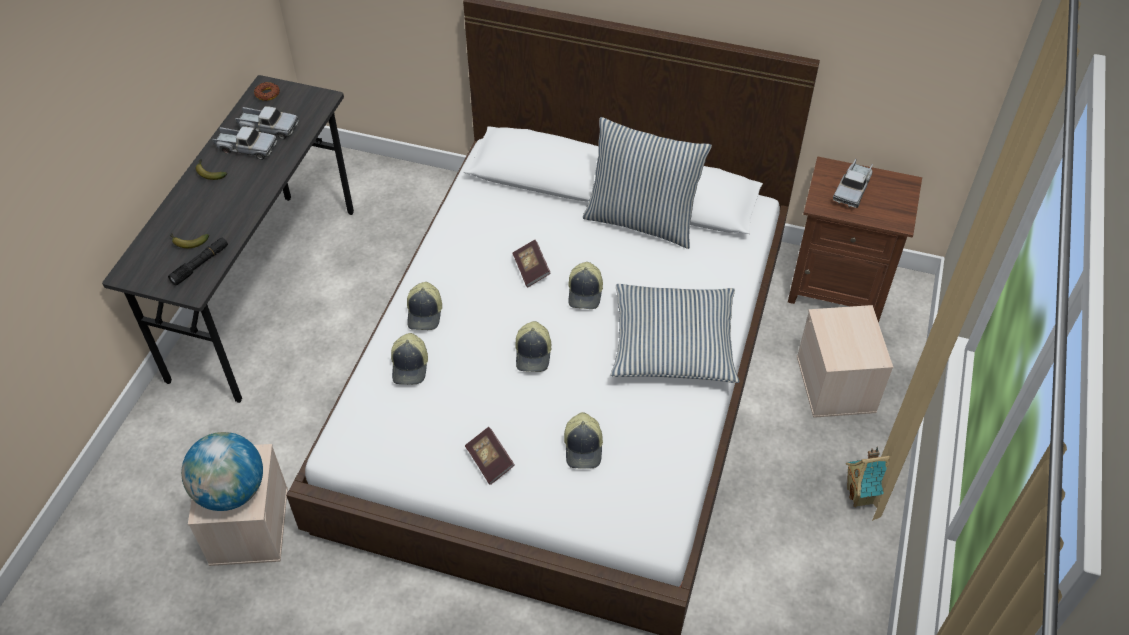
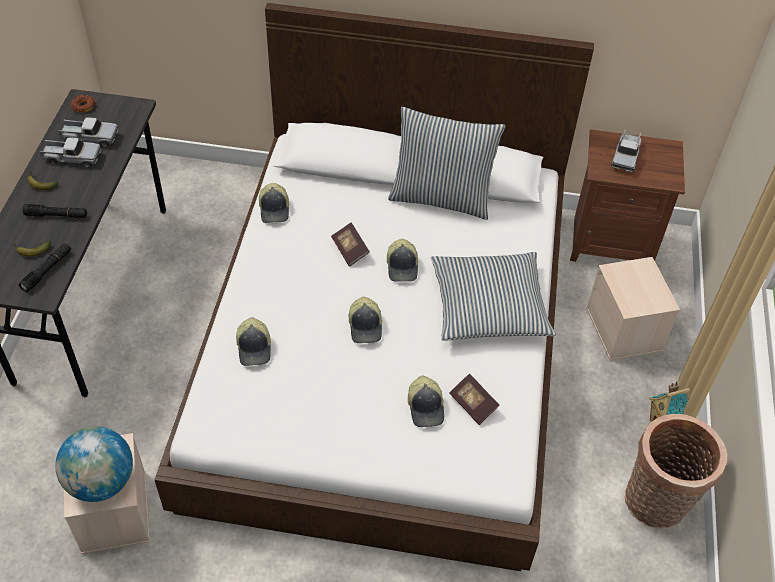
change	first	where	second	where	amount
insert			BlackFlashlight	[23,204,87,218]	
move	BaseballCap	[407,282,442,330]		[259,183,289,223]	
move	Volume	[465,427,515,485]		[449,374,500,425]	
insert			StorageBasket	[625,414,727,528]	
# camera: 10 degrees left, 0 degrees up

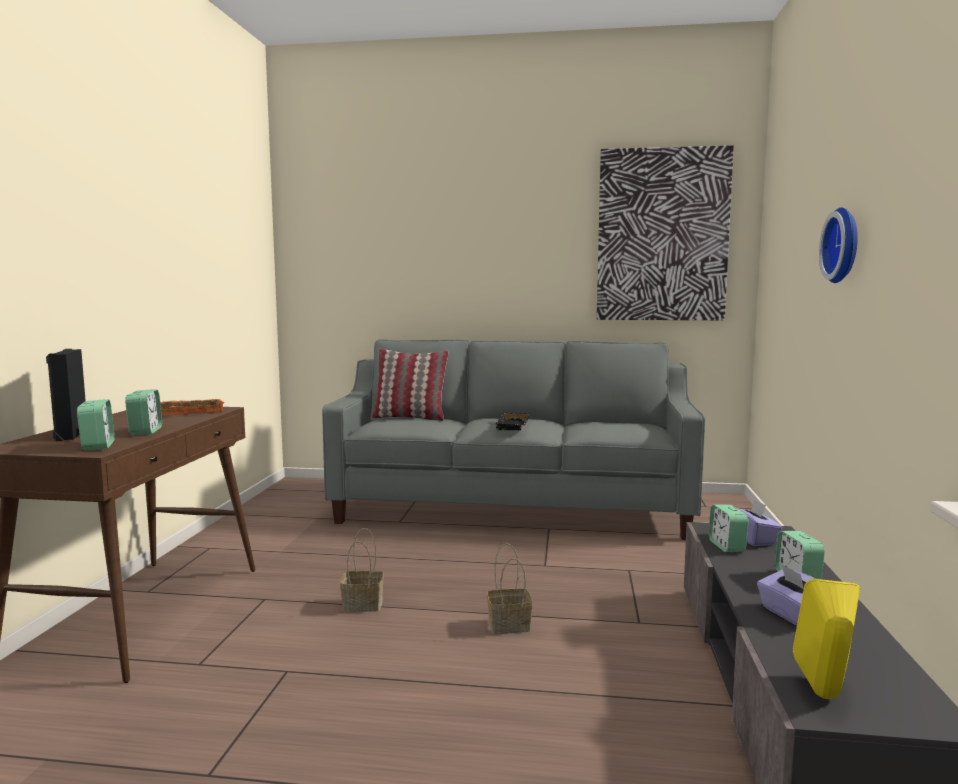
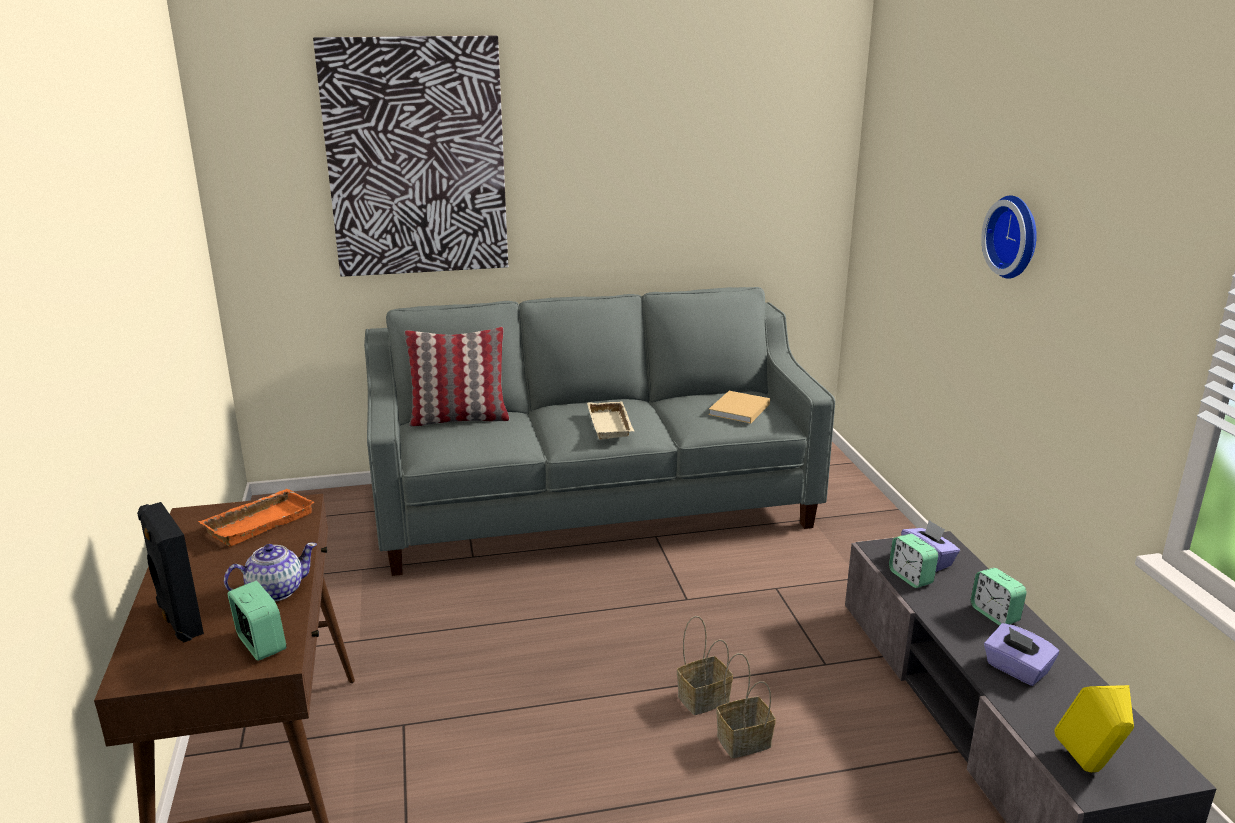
change	first	where	second	where	amount
replace	TableClock	[125,389,162,435]	PotForTea	[224,542,317,602]	
move	Picture	[596,145,734,320]		[313,35,508,277]	
recolor	BlackTray	[495,412,531,430]	BeigeColouredTray	[587,402,634,440]	
insert			BeigeColouredVolume	[708,391,770,424]	
move	StorageBasket	[340,528,384,612]		[716,653,776,758]	
# camera: 20 degrees left, 15 degrees up

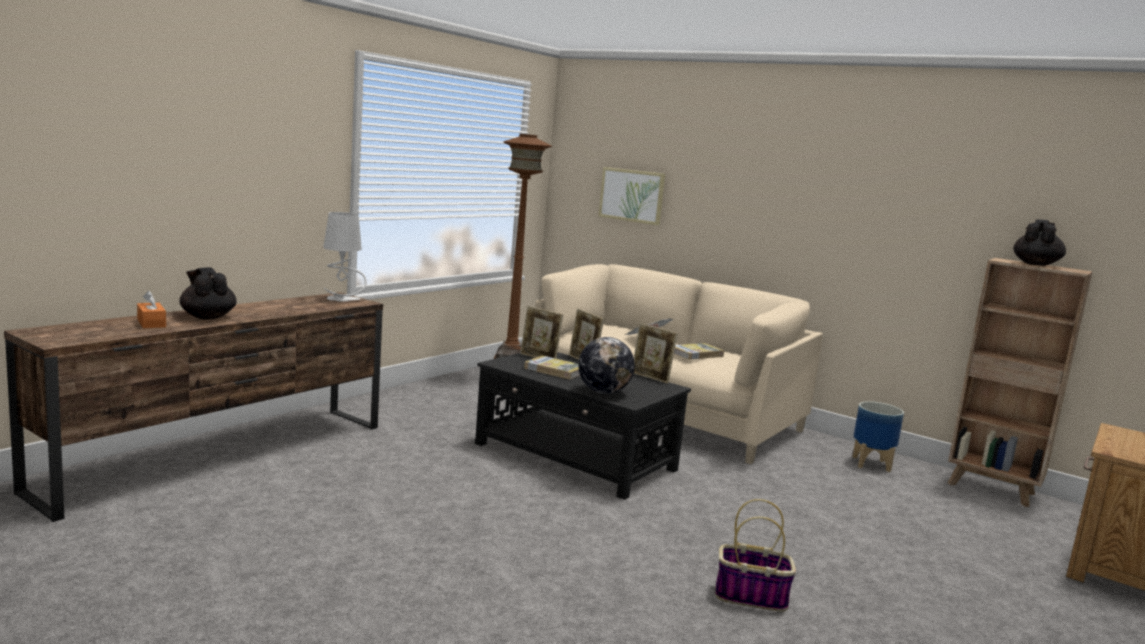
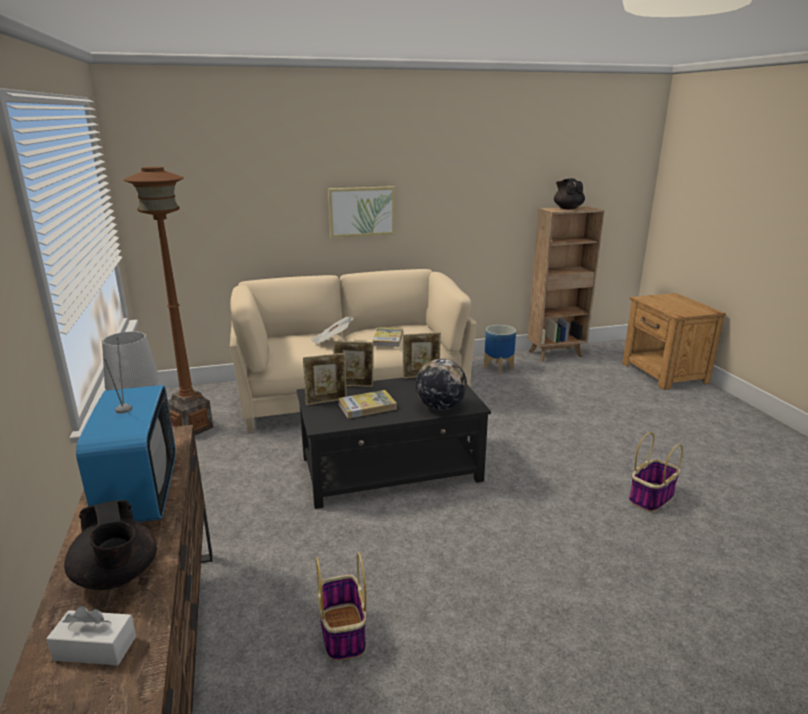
change	first	where	second	where	amount
recolor	OrangeyTissueBox	[137,291,166,328]	WhitishTissueBox	[46,606,136,665]	
rotate	BlackPotForTea	[179,267,237,319]		[64,500,157,590]	120 degrees counterclockwise
insert			Television	[76,338,176,522]	
insert			StorageBasket	[316,552,367,661]	
move	Picture	[599,167,665,225]		[328,186,395,238]	
# camera: 50 degrees left, 10 degrees up

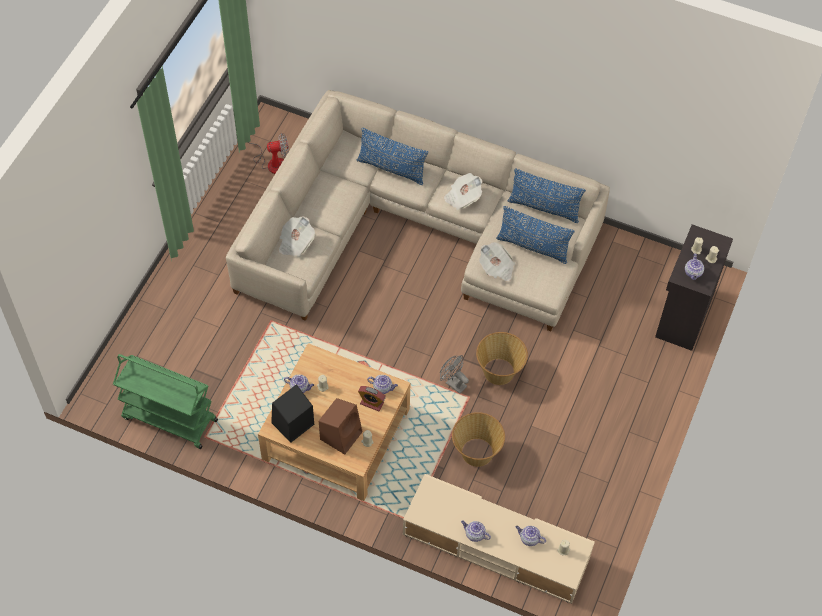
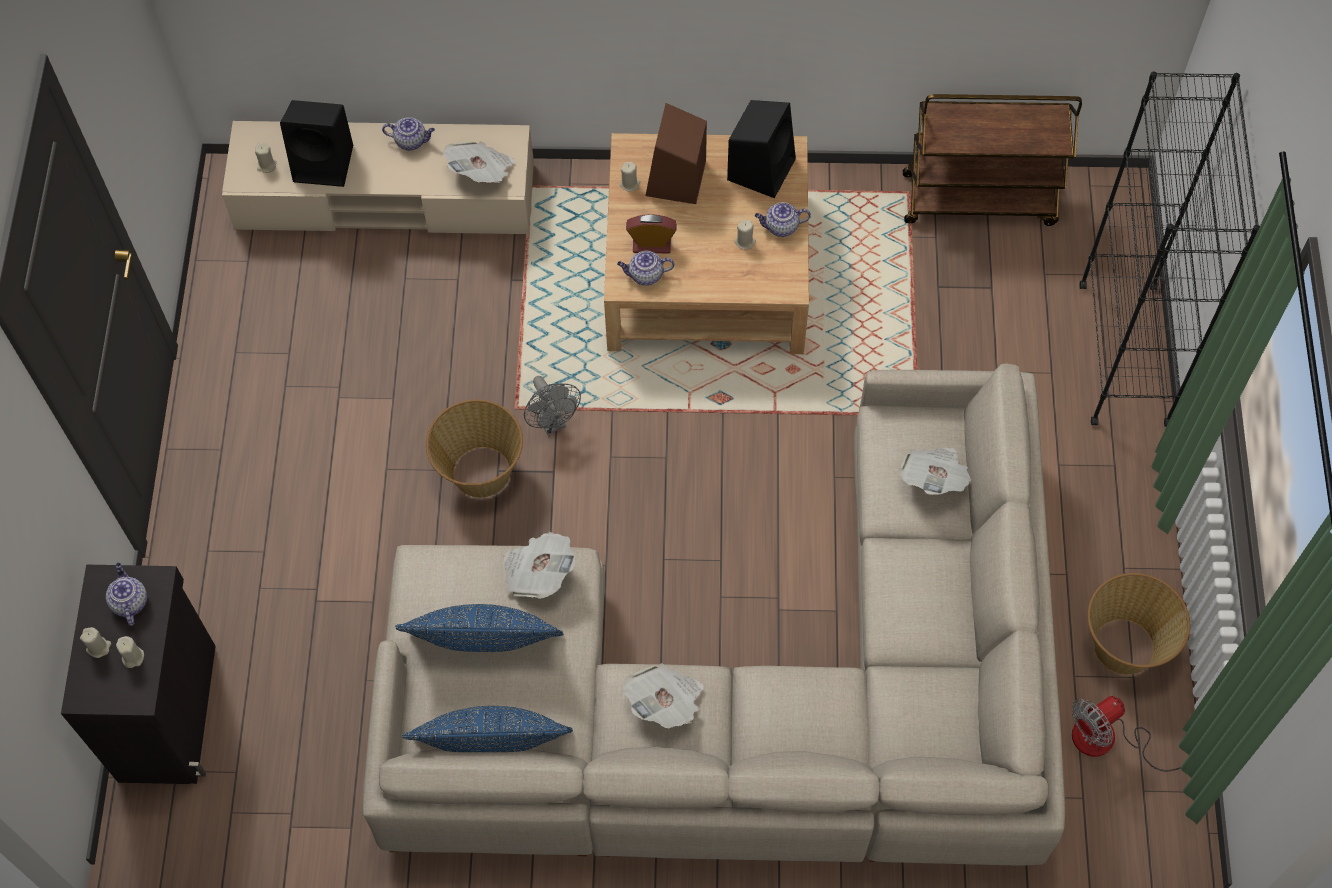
change	first	where	second	where	amount
replace	PotForTea	[516,526,546,546]	BlackLoudspeaker	[280,100,353,187]	
insert			Newspaper	[443,141,515,183]	
rotate	GreyishElectricFan	[440,355,469,394]		[524,376,581,435]	45 degrees clockwise
recolor	GreenTrolley	[113,354,218,449]	BrownColouredTrolley	[903,94,1082,226]	
insert			BlackBookshelf	[1079,72,1260,427]	
move	StorageBasket	[452,412,505,467]		[1088,573,1190,675]	
delete	BluishCushion	[357,128,429,185]			
# camera: 160 degrees right, 5 degrees up

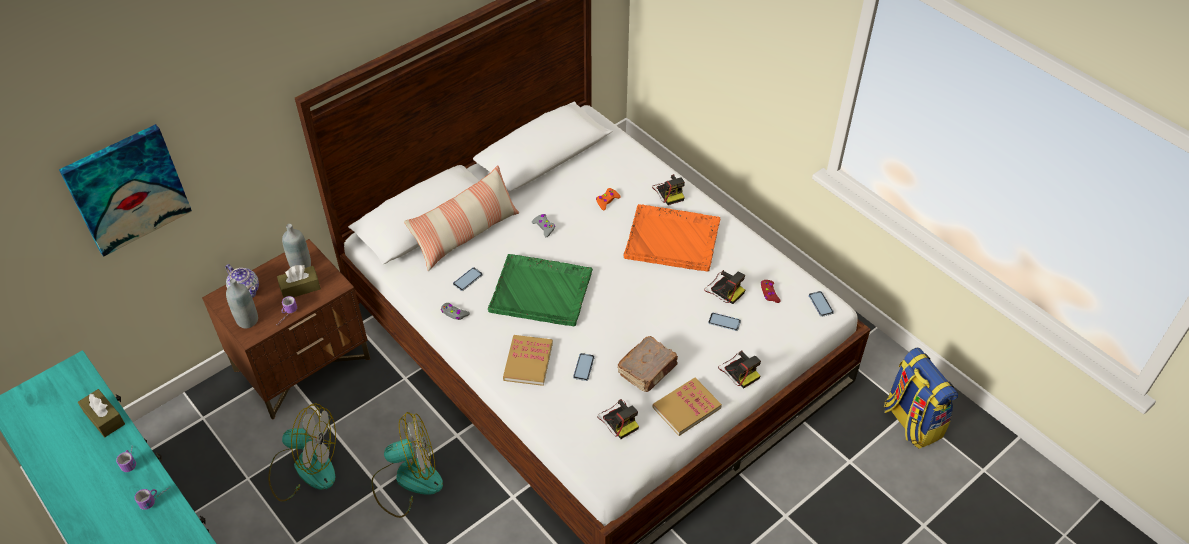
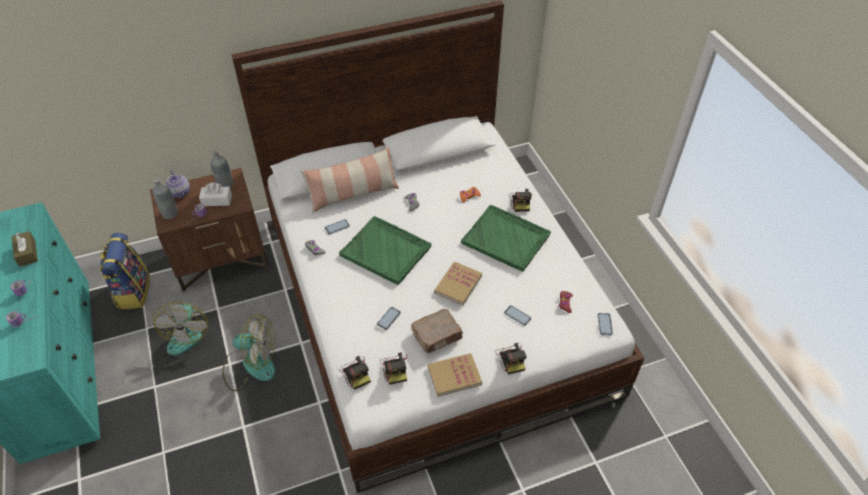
change	first	where	second	where	amount
move	Backpack	[884,348,958,449]		[100,233,150,309]	
rotate	ElectricFan	[268,403,336,502]		[153,301,209,355]	60 degrees clockwise
recolor	BrownColouredTissueBox	[277,265,321,298]	WhitishTissueBox	[199,183,232,206]	
move	PhotoCamera	[704,270,745,304]		[339,356,371,390]	
move	Volume	[503,335,553,386]		[434,262,482,306]	
recolor	OrangeyTray	[624,204,720,272]	GreenTray	[461,205,551,272]	
delete	Picture	[59,124,192,257]			
# camera: 20 degrees right, 0 degrees up

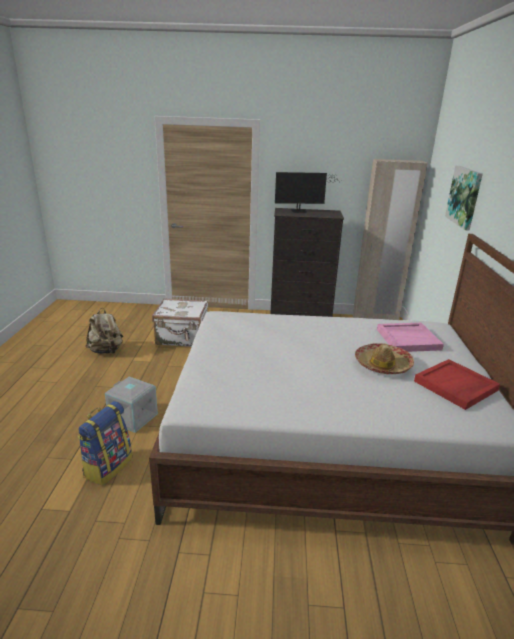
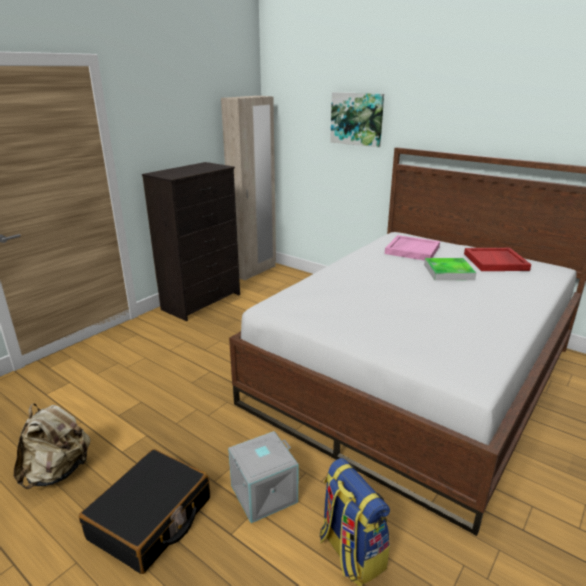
change	first	where	second	where	amount
insert			BlackSuitcase	[79,449,210,574]	
replace	WearableHat	[355,343,414,374]	Tray	[424,258,476,280]	
delete	WhitishSuitcase	[152,298,208,347]			
delete	ComputerDisplay	[275,172,341,212]			
# camera: 55 degrees left, 0 degrees up

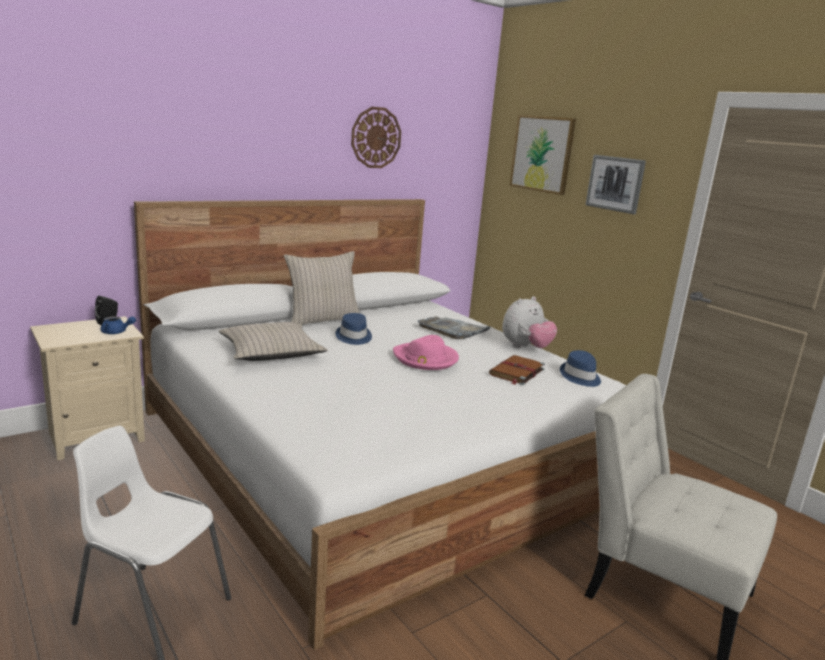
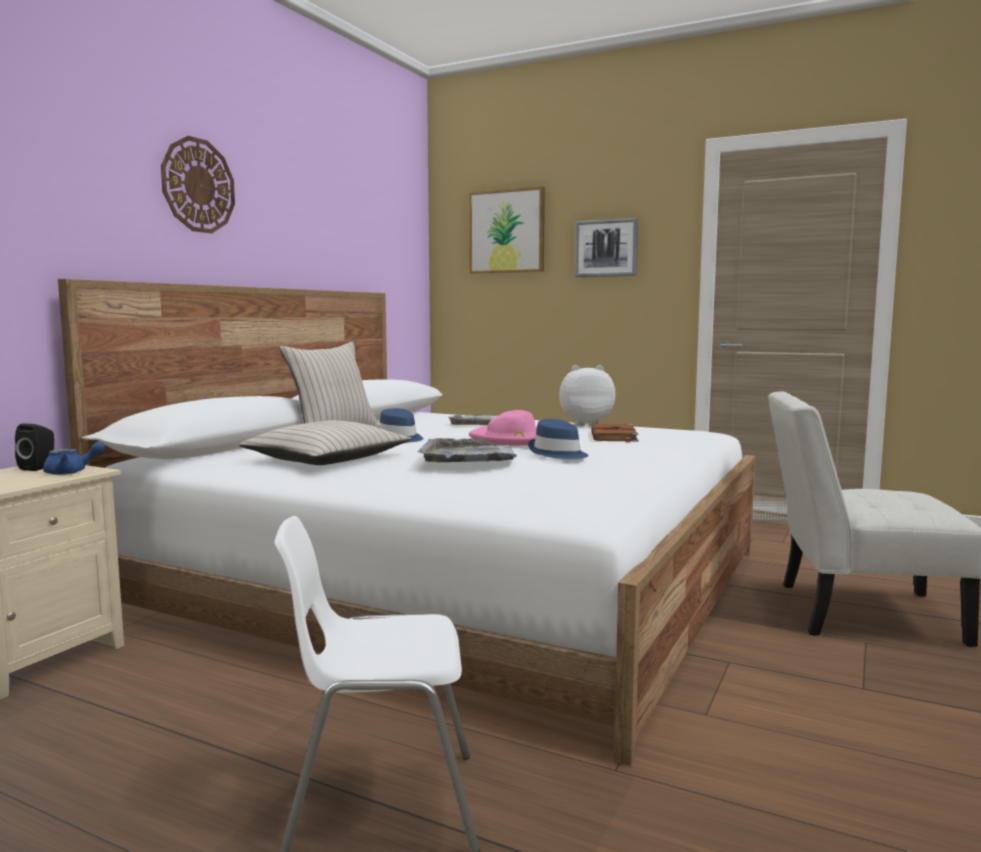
change	first	where	second	where	amount
move	ClockOnTheWall	[351,107,401,168]		[161,136,235,233]	
insert			GreyishTray	[418,438,517,462]	
move	BluishWearableHat	[560,350,601,387]		[528,419,588,459]	
rotate	SoftToy	[502,296,557,348]		[559,365,616,426]	120 degrees counterclockwise
# camera: 25 degrees left, 10 degrees down

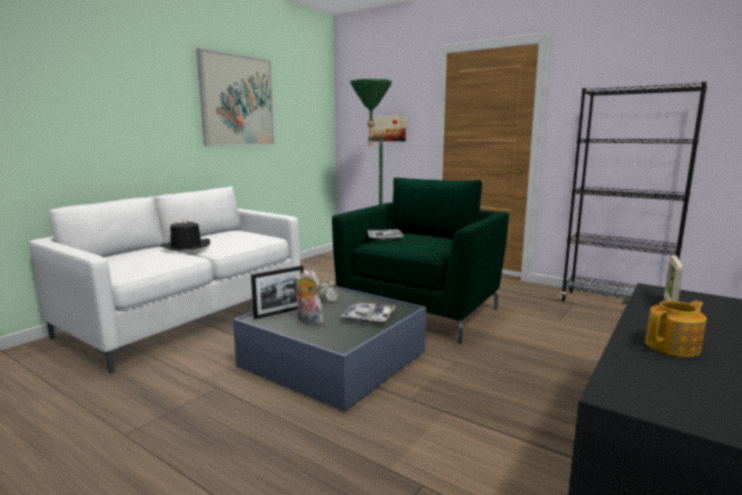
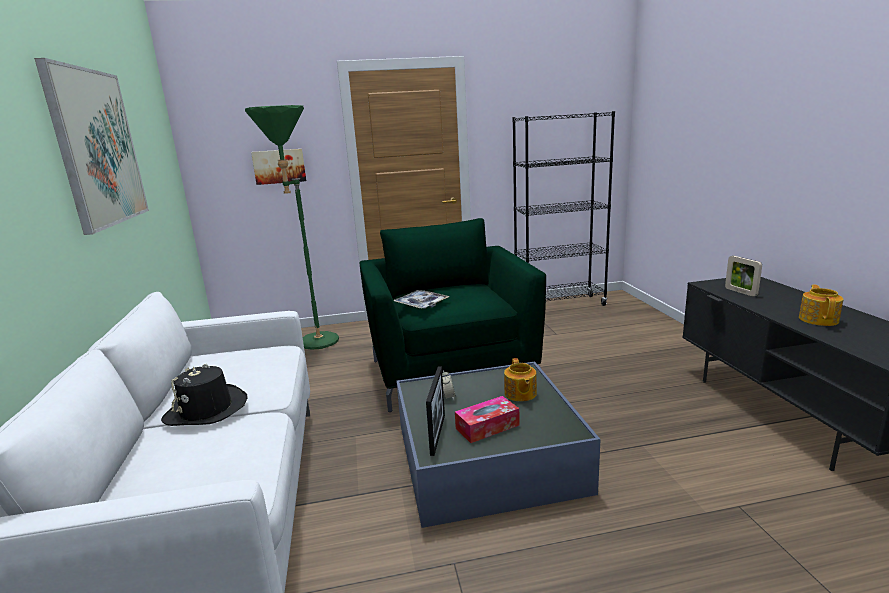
change	first	where	second	where	amount
replace	SoftToy	[293,270,324,325]	TissueBox	[455,396,520,443]	
replace	Tray	[341,302,396,322]	PotForTea	[504,358,537,402]	
# camera: 45 degrees left, 5 degrees up

